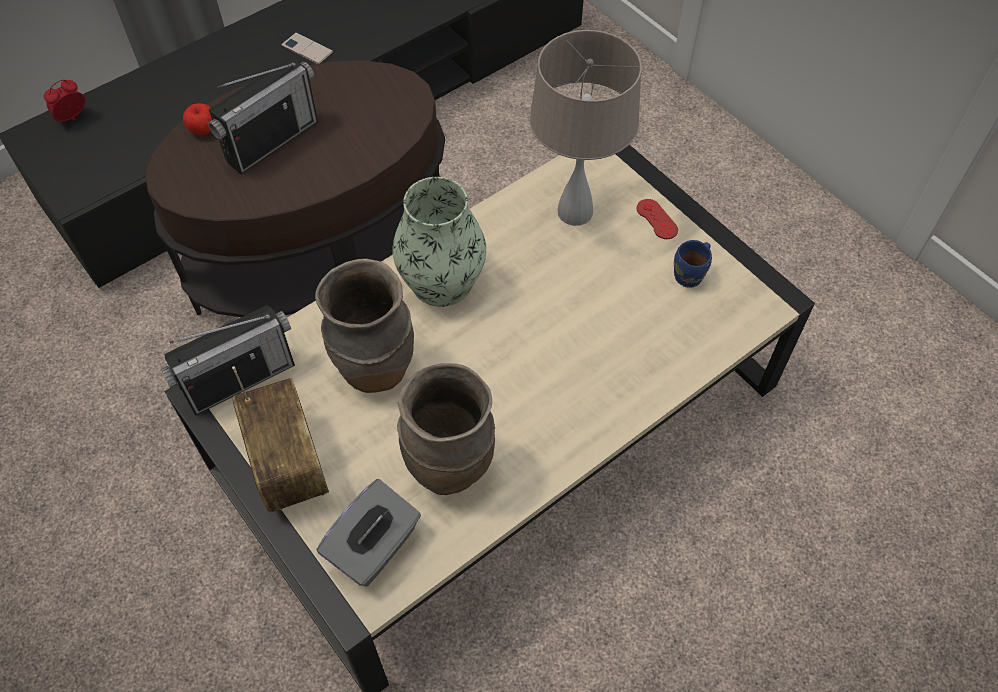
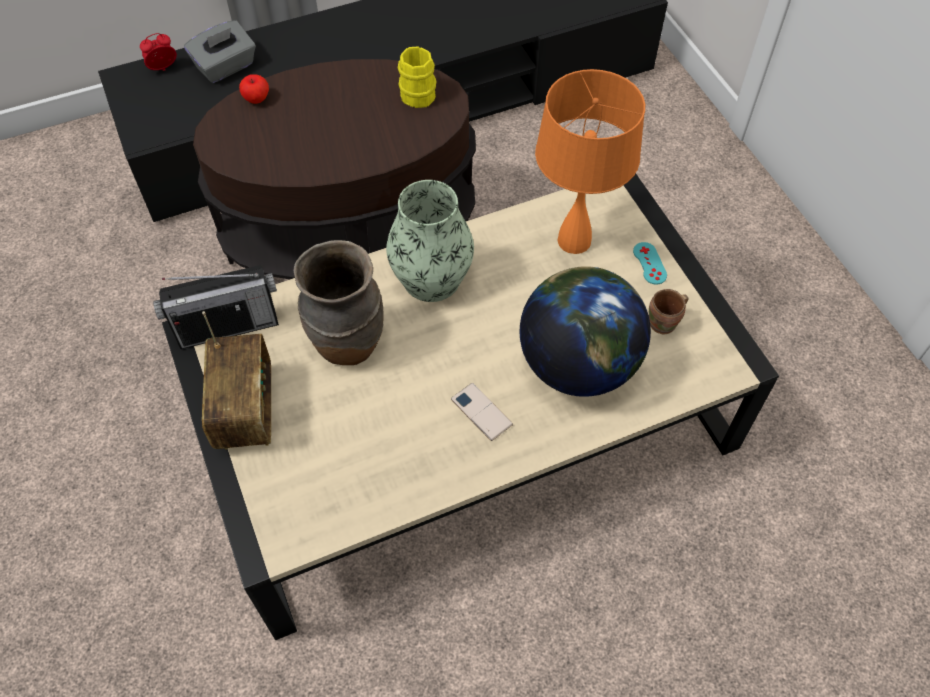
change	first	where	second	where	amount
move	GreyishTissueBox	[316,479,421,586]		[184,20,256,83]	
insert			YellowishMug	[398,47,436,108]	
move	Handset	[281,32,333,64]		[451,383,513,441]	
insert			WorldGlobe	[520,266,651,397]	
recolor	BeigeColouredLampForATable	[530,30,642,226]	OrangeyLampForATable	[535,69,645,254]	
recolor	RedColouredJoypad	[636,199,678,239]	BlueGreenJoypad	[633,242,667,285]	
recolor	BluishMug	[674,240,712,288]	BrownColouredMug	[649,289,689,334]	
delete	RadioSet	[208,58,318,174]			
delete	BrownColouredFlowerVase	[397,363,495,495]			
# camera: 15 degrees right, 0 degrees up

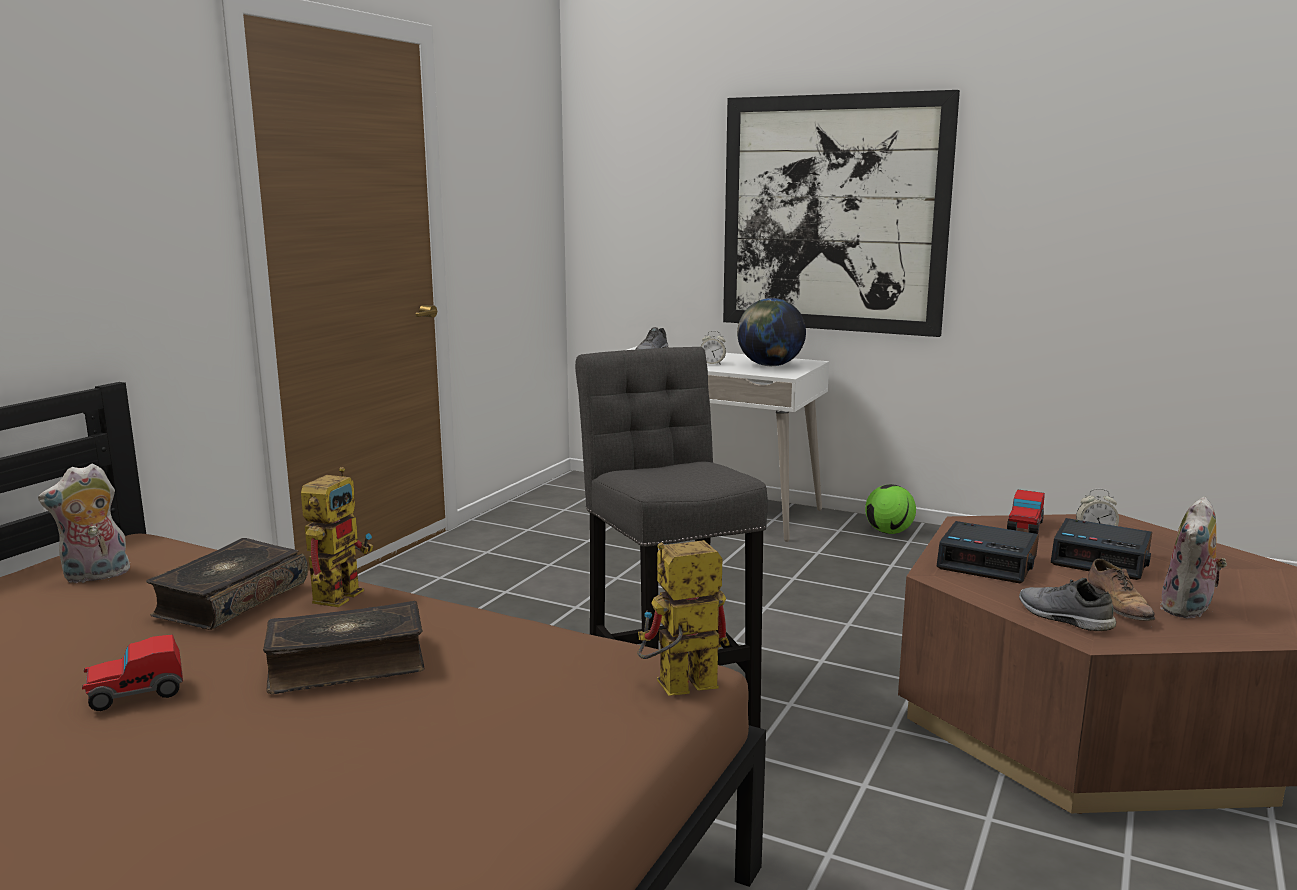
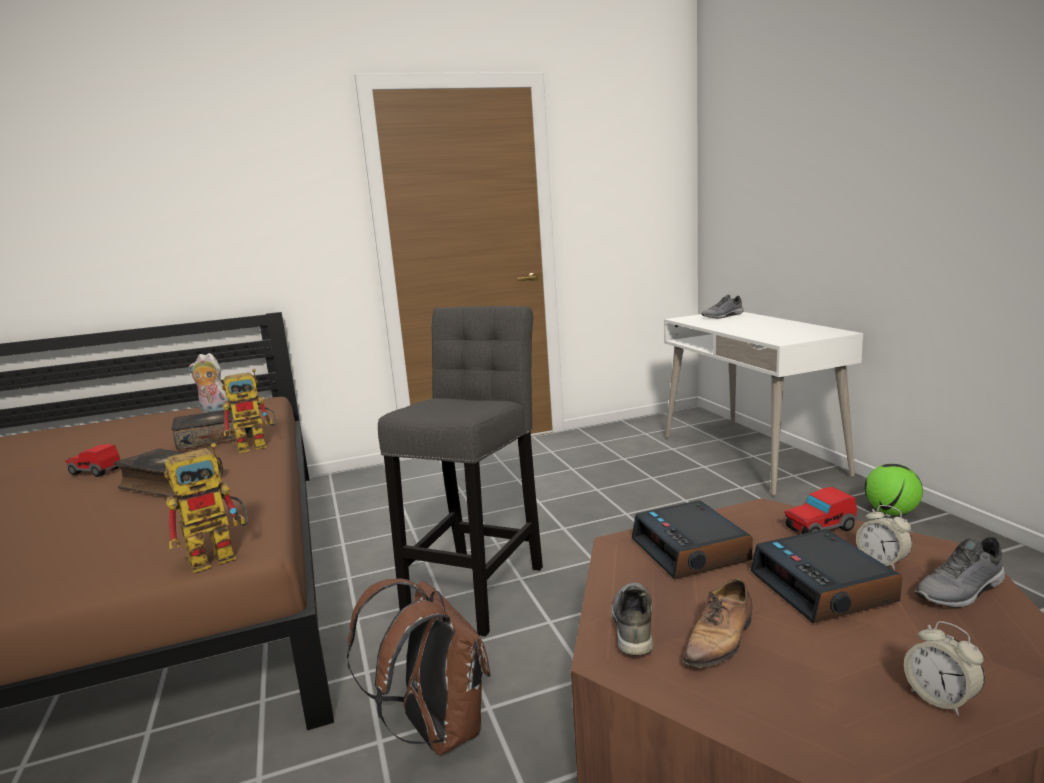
change	first	where	second	where	amount
rotate	RobotFigure	[637,540,729,696]		[164,443,248,573]	120 degrees clockwise
insert			BrownColouredBackpack	[347,578,490,756]	
move	TableClock	[700,331,726,365]		[904,621,985,716]	
insert			GreyishItemOfFootwear	[915,537,1005,608]	
delete	Picture	[723,90,960,337]			
delete	WorldGlobe	[737,298,806,366]			
delete	SoftToy	[1160,496,1227,619]			
# camera: 45 degrees right, 0 degrees up

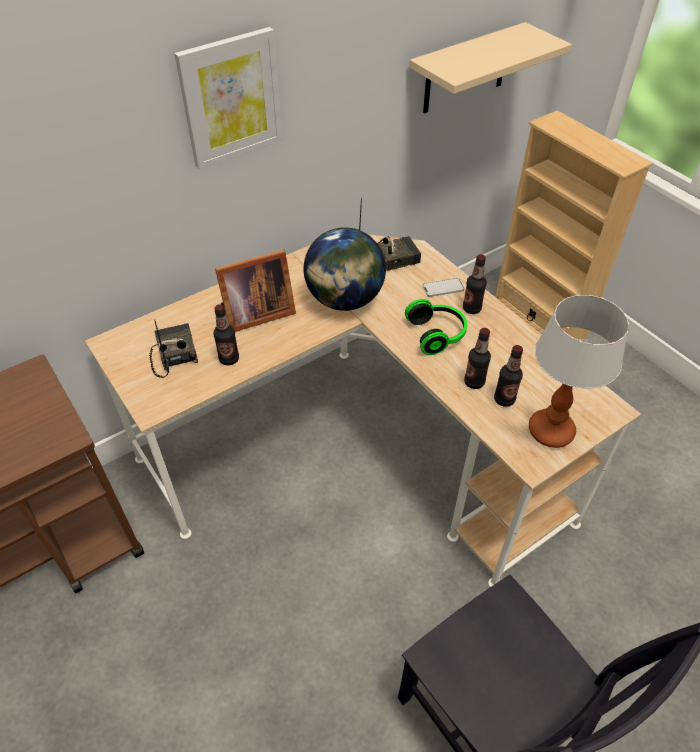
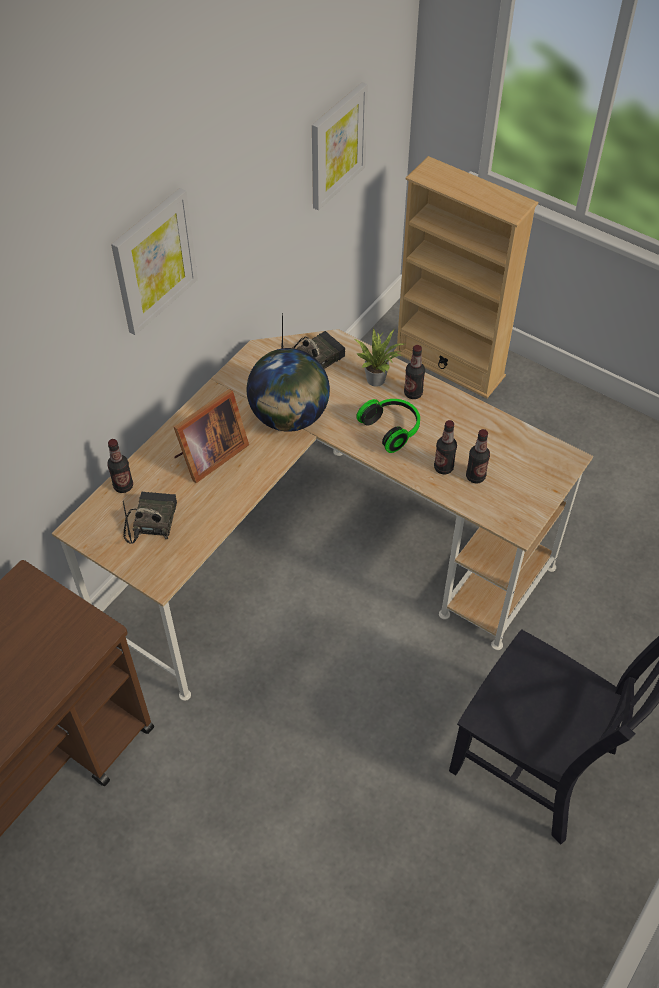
change	first	where	second	where	amount
move	Bottle	[213,304,239,365]		[107,439,133,493]	
rotate	RadioSet	[149,321,198,378]		[123,492,177,544]	45 degrees clockwise
replace	BeigeColouredWallShelf	[409,22,572,114]	Picture	[312,82,368,210]	
replace	Handset	[423,278,464,297]	PlantInAPot	[353,328,404,387]	
delete	LampForATable	[529,295,629,448]			
# camera: 20 degrees left, 5 degrees up

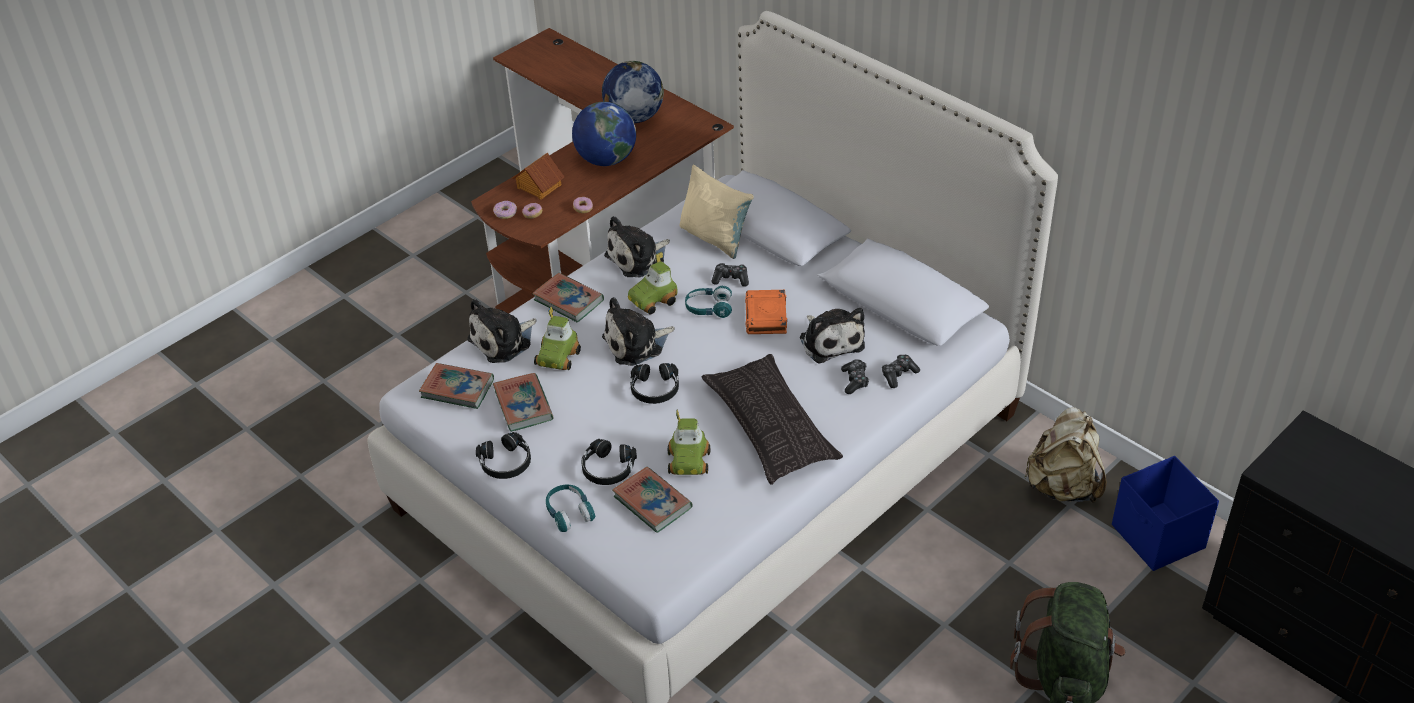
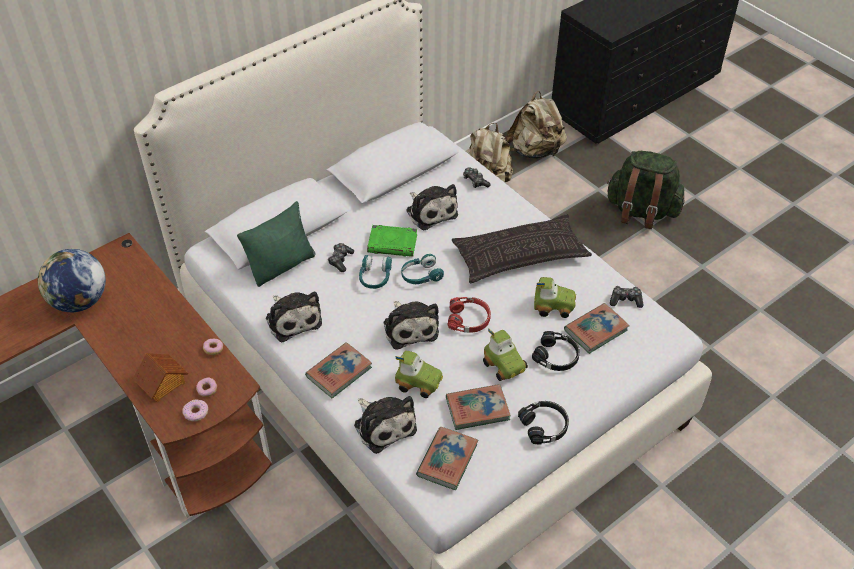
change	first	where	second	where	amount
recolor	BeigeColouredCushion	[679,165,754,259]	GreenCushion	[237,201,315,287]	
recolor	OrangeyVolume	[745,290,787,334]	GreenVolume	[367,225,417,257]	
move	BlueGreenHeadphones	[546,485,595,532]		[401,254,444,284]	
rotate	SoftToy	[800,308,865,364]		[406,184,458,230]	75 degrees clockwise
recolor	BlackHeadphones	[630,363,679,404]	RedColouredHeadphones	[448,297,491,333]	
move	ToyCar	[628,252,677,315]		[483,329,528,381]	
replace	BluishStorageBox	[1112,456,1219,571]	BeigeColouredBackpack	[506,91,567,159]	
move	Joypad	[841,359,869,394]		[610,286,643,308]	
delete	WorldGlobe	[572,102,636,166]			
# camera: 85 degrees left, 5 degrees up

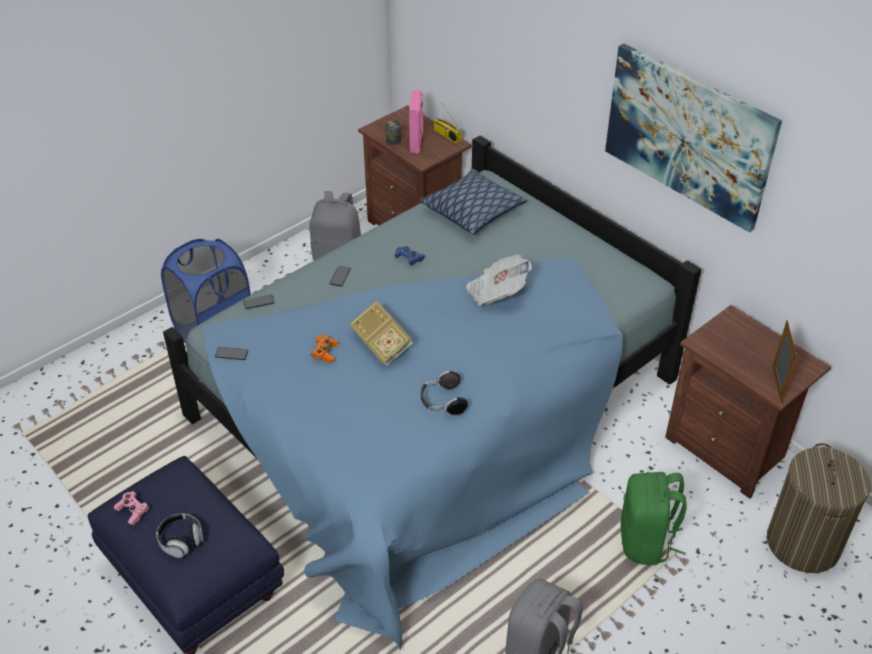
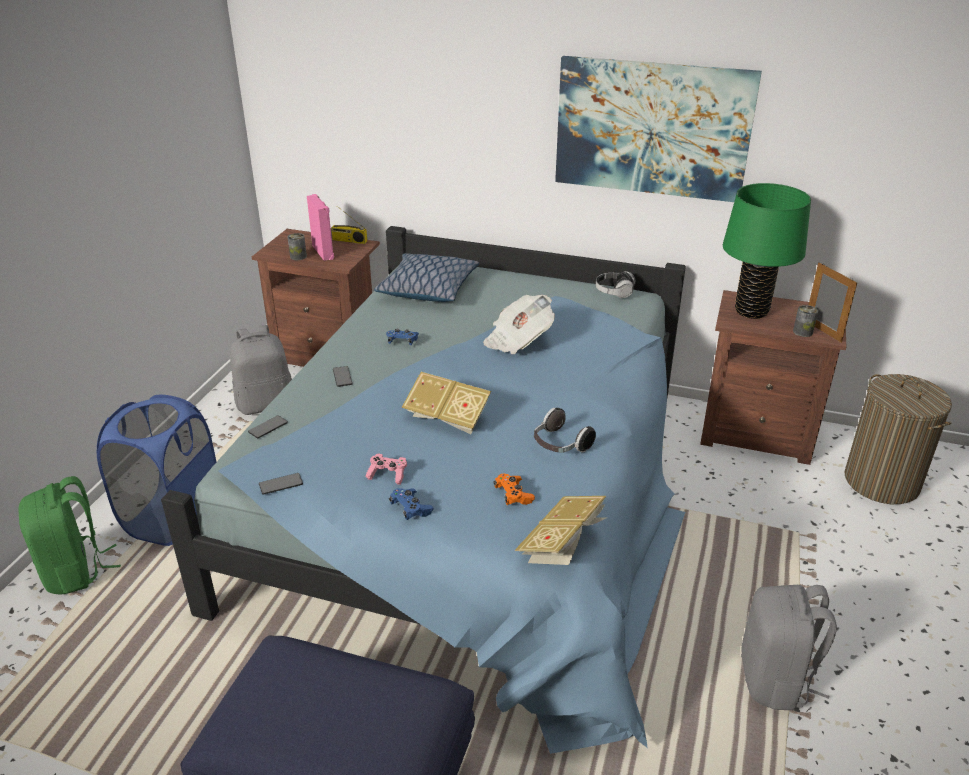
change	first	where	second	where	amount
move	GreenBackpack	[620,472,687,565]		[19,476,121,594]	
move	PinkJoypad	[114,491,149,525]		[365,454,407,485]	
insert			BluishJoypad	[389,488,433,520]	
move	OrangeyJoypad	[312,335,339,363]		[493,473,535,505]	
insert			Volume	[515,496,608,565]	
move	Headphones	[156,514,203,558]		[596,271,636,298]	
insert			GreenLampForATable	[723,183,811,319]	
insert			SealedCan	[793,305,818,337]	
# camera: 30 degrees left, 10 degrees down

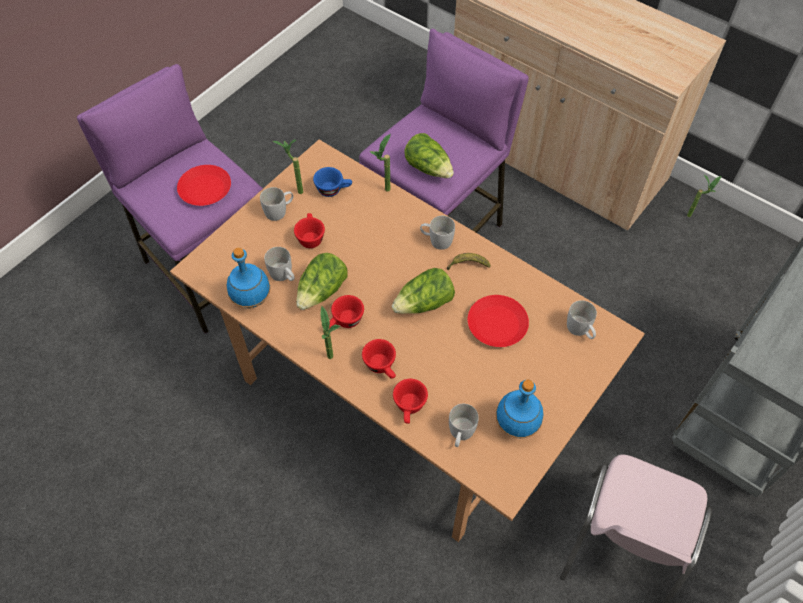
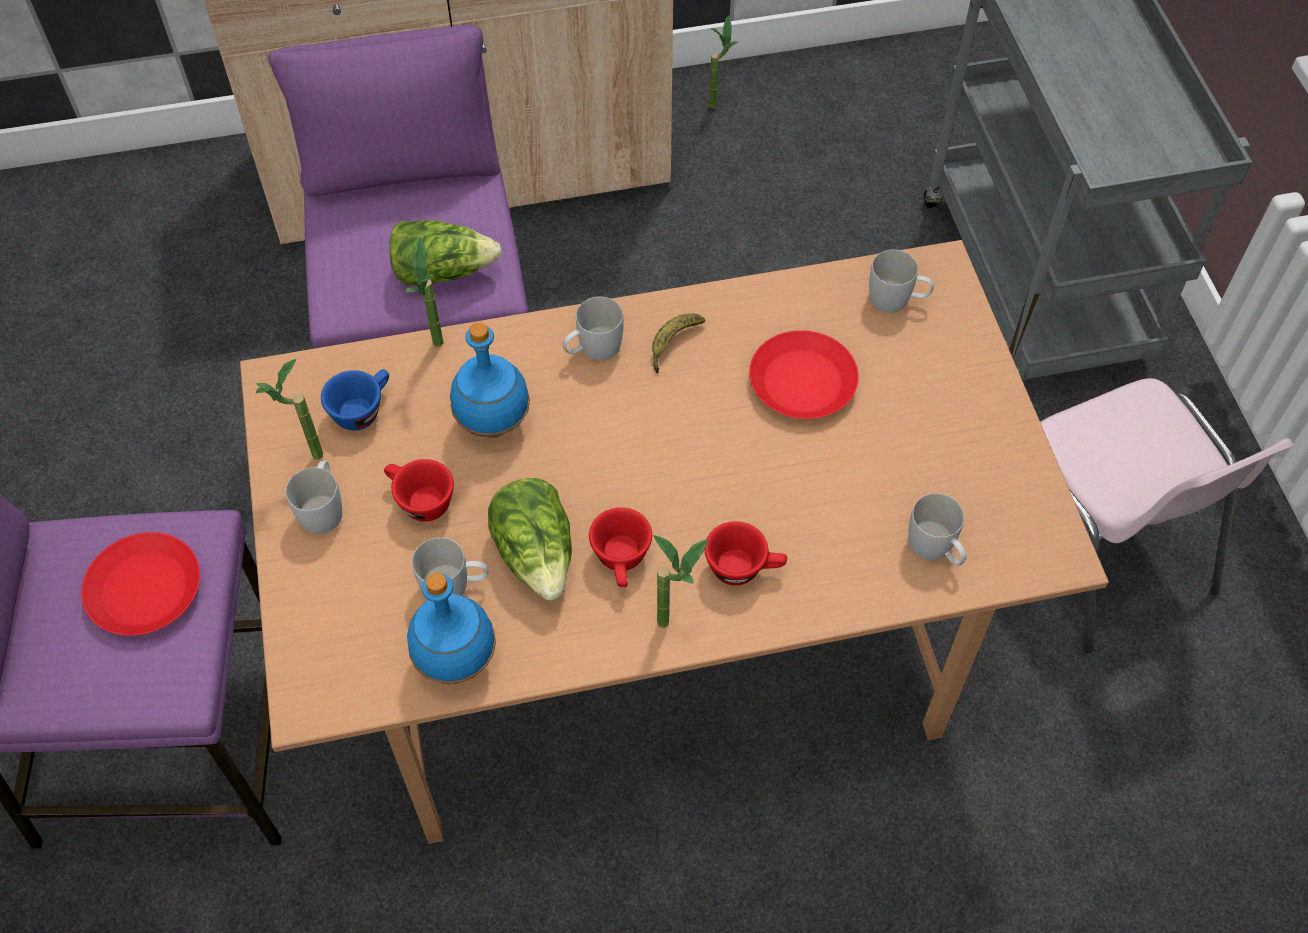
change	first	where	second	where	amount
move	BluishBottle	[496,380,543,438]		[450,322,530,438]	
delete	HeadOfLettuce	[392,268,455,314]			
delete	RedColouredSmallCup	[393,379,428,424]			
# camera: 50 degrees left, 0 degrees up

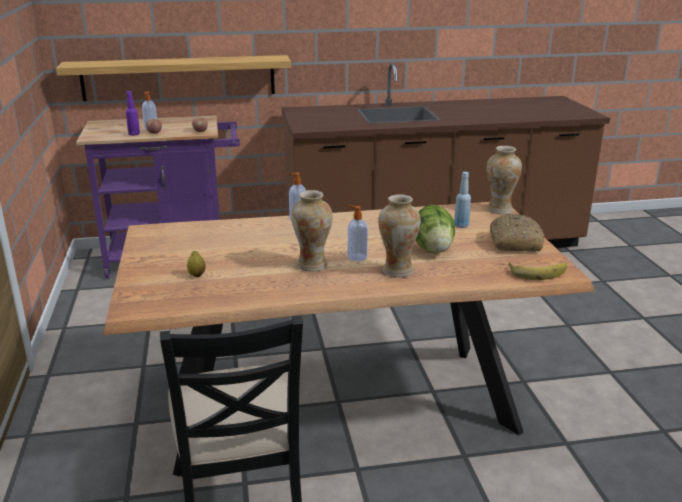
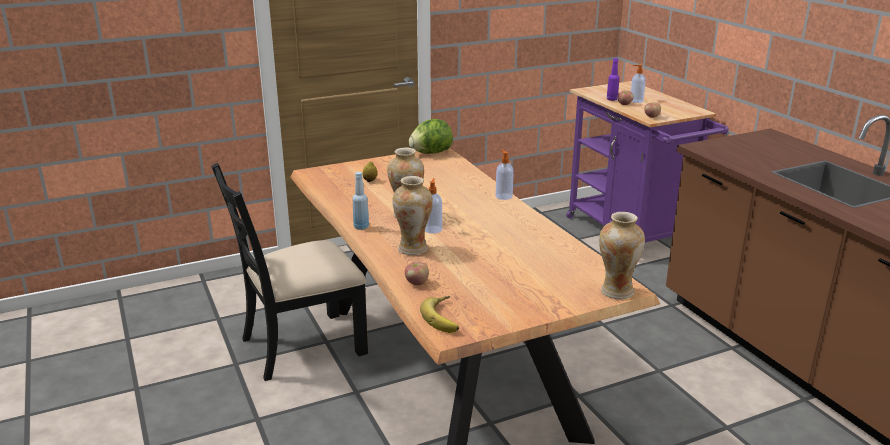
change	first	where	second	where	amount
move	BluishBottle	[454,172,471,228]		[352,172,369,230]	
insert			Apple	[405,261,429,285]	
move	HeadOfLettuce	[416,205,455,254]		[409,119,453,154]	
delete	WallShelf	[56,55,291,101]			
delete	BakedBread	[490,214,544,252]			
# camera: 75 degrees right, 0 degrees up

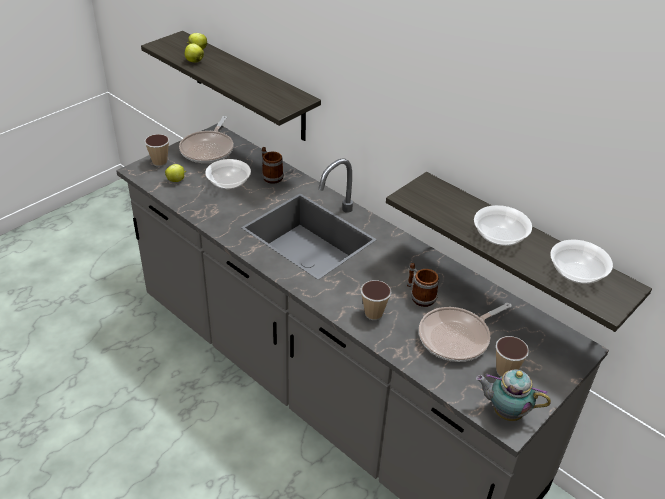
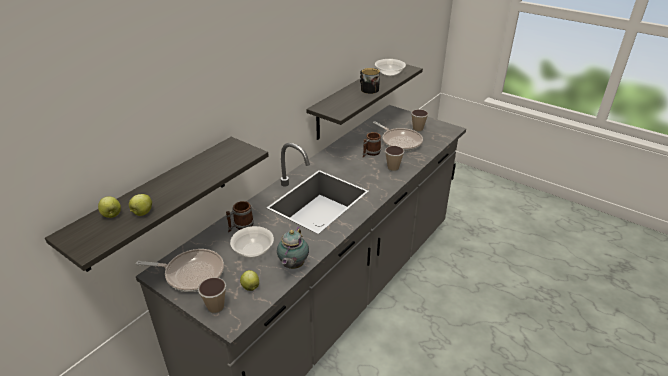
change	first	where	second	where	amount
move	PotForTea	[476,369,551,421]		[277,226,309,269]	
replace	Bowl	[474,205,532,246]	Mug	[360,68,380,94]	
# camera: 95 degrees left, 5 degrees down

